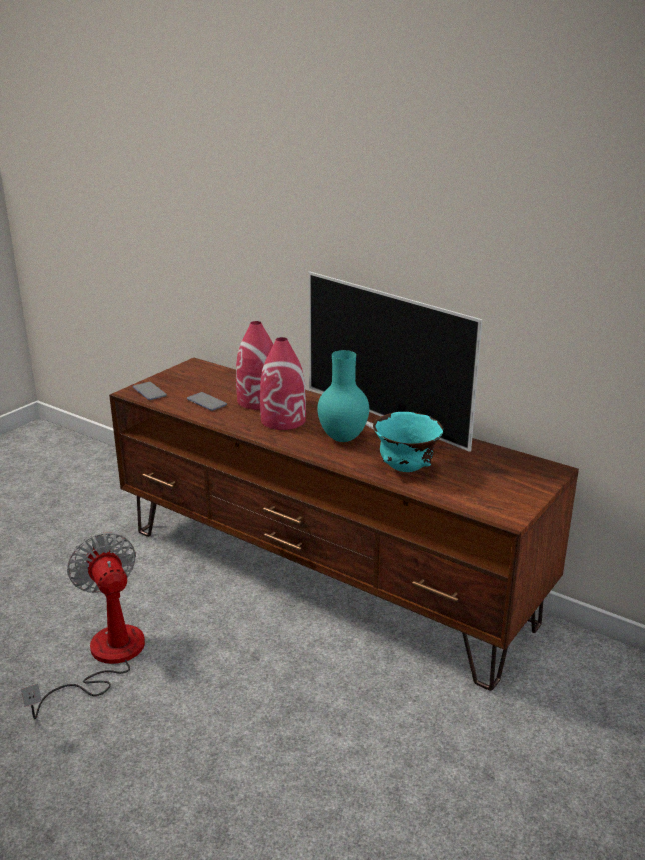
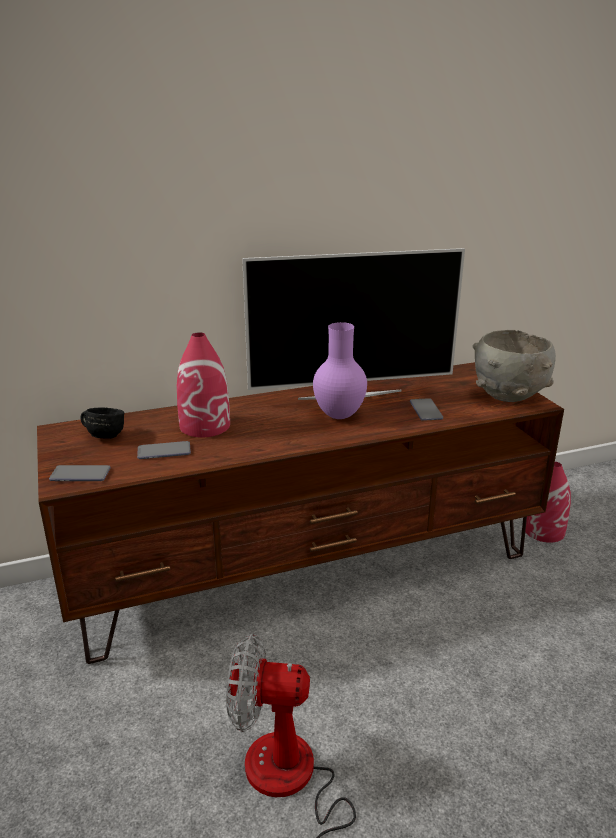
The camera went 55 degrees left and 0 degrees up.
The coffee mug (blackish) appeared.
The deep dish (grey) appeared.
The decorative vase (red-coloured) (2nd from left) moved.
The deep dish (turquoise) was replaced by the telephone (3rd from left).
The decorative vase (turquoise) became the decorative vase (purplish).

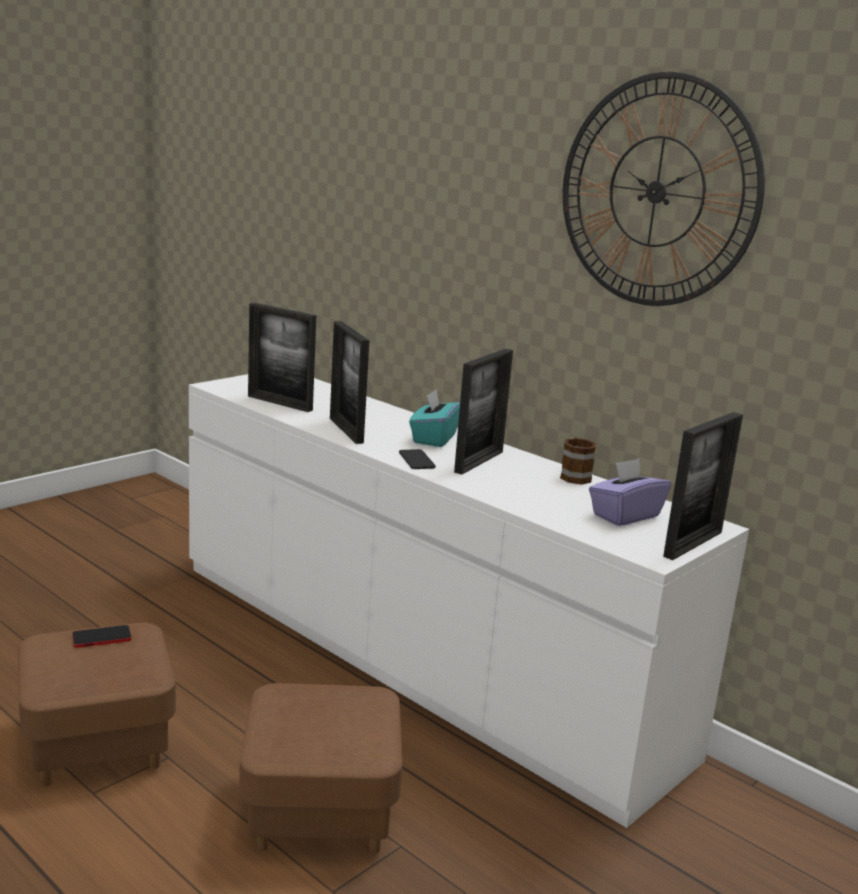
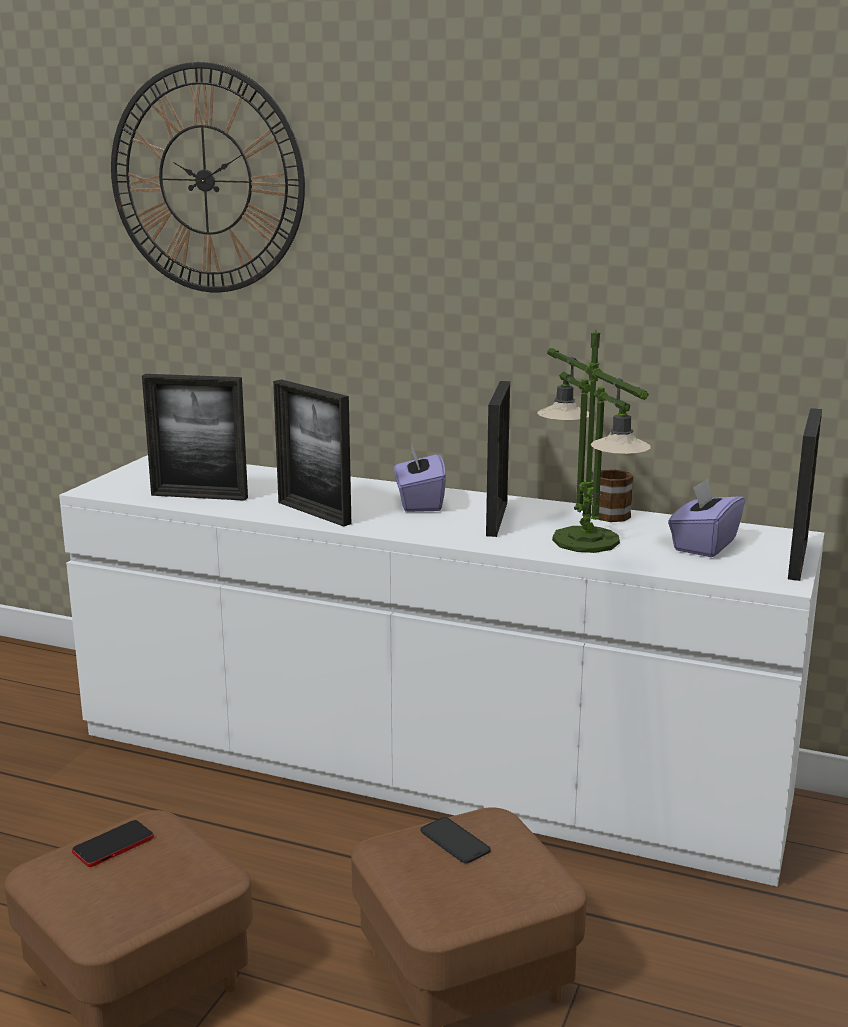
The camera went 20 degrees left and 0 degrees up.
The lamp for a table appeared.
The telephone (2nd from left) moved.
The wall clock moved.
The box of tissues (turquoise) became the box of tissues (purplish) (1st from left).

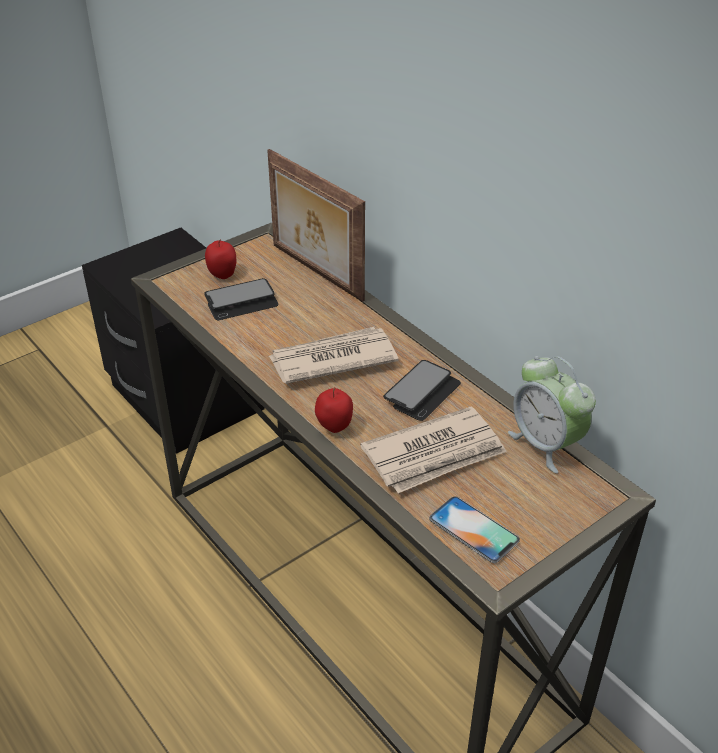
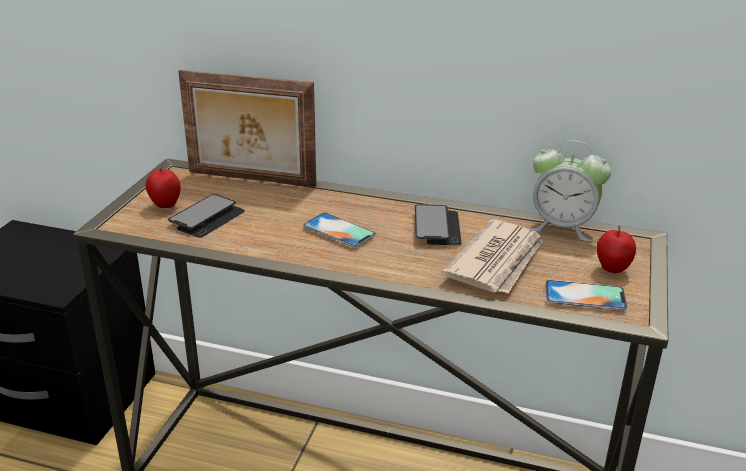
The camera went 35 degrees left and 10 degrees down.
The apple fruit (2nd from left) moved.
The newspaper (1st from left) was replaced by the telephone (2nd from left).

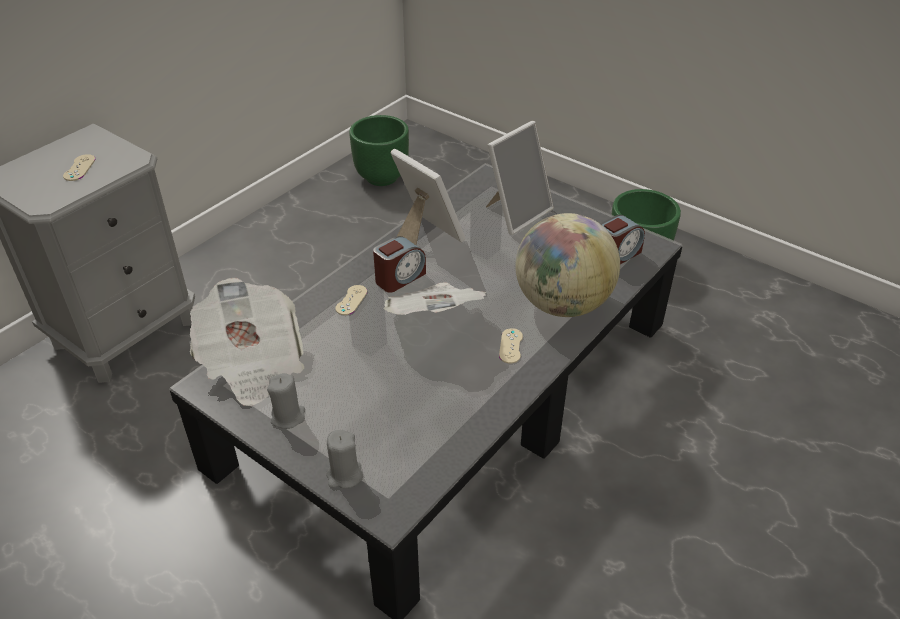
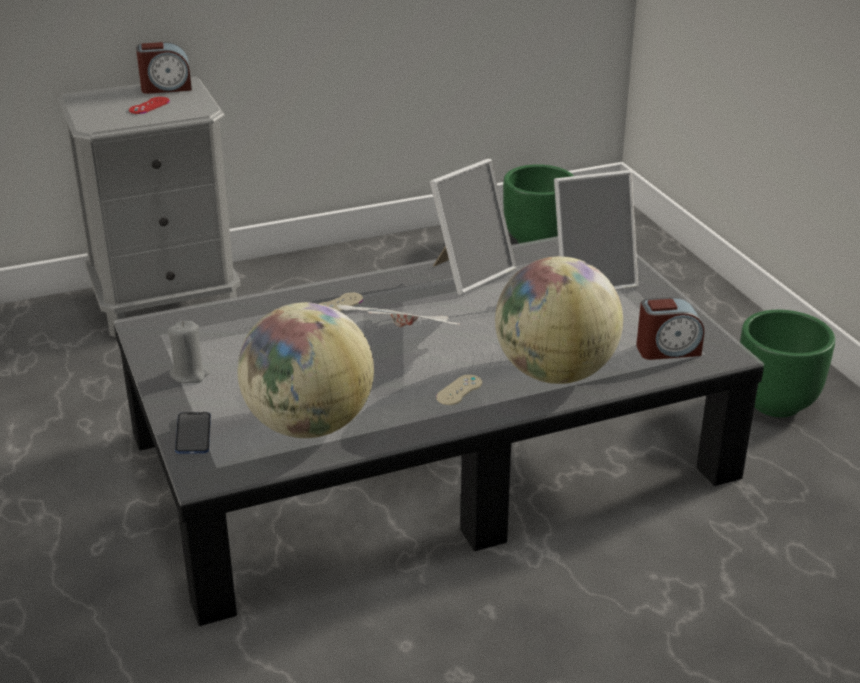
The camera went 30 degrees right and 10 degrees down.
The newspaper (1st from left) disappeared.
The globe (1st from left) appeared.
The alarm clock (1st from left) moved.
The wax candle (grey) (2nd from left) was replaced by the telephone.
The gamepad (beige-coloured) (1st from left) became the gamepad (red-coloured).
The picture frame (1st from left) turned 60 degrees clockwise.

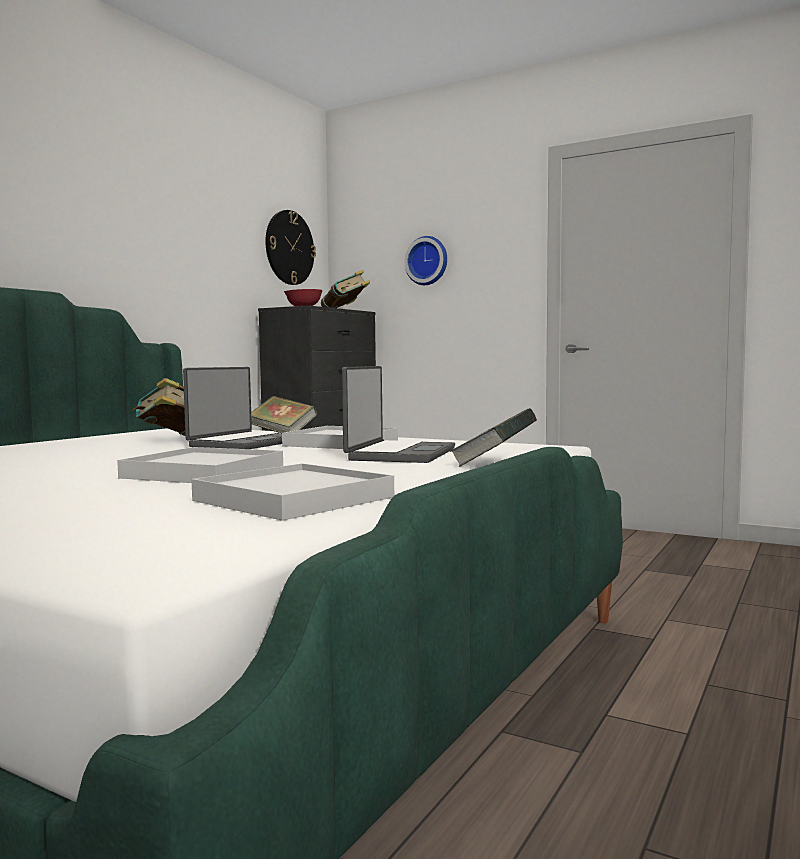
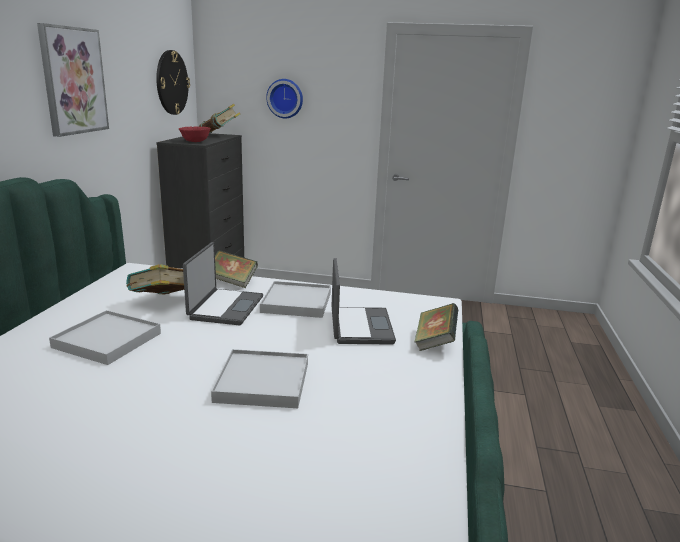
The camera went 20 degrees left and 15 degrees up.
The picture appeared.
The carrying tray (white-coloured) (2nd from left in the first image) moved.

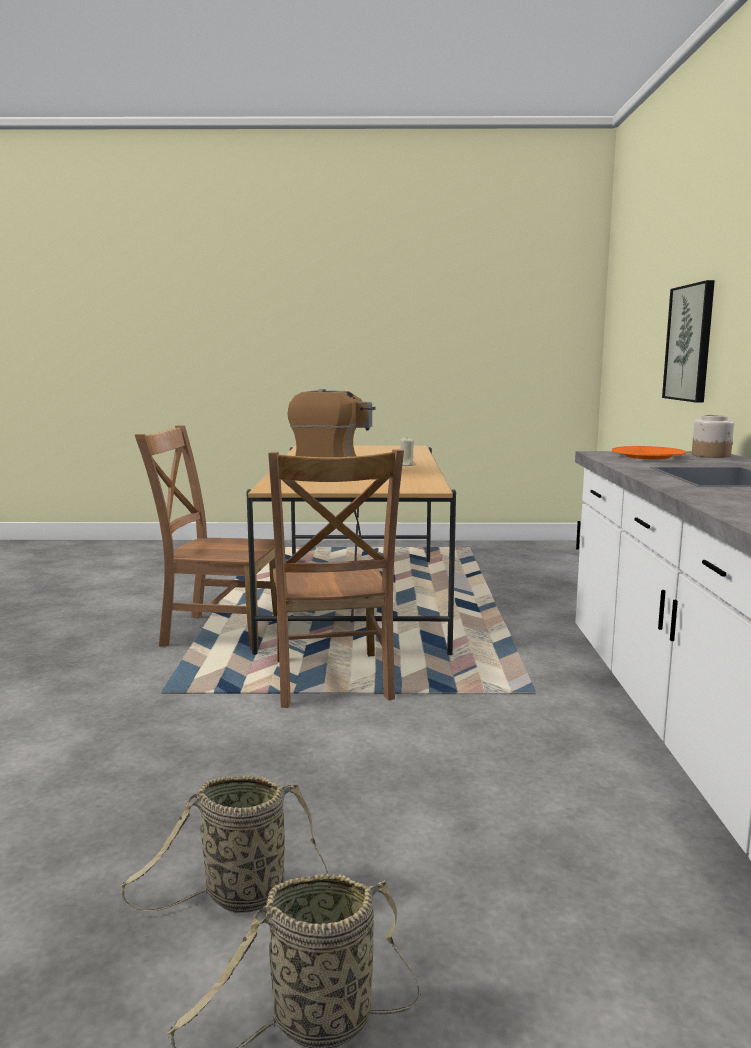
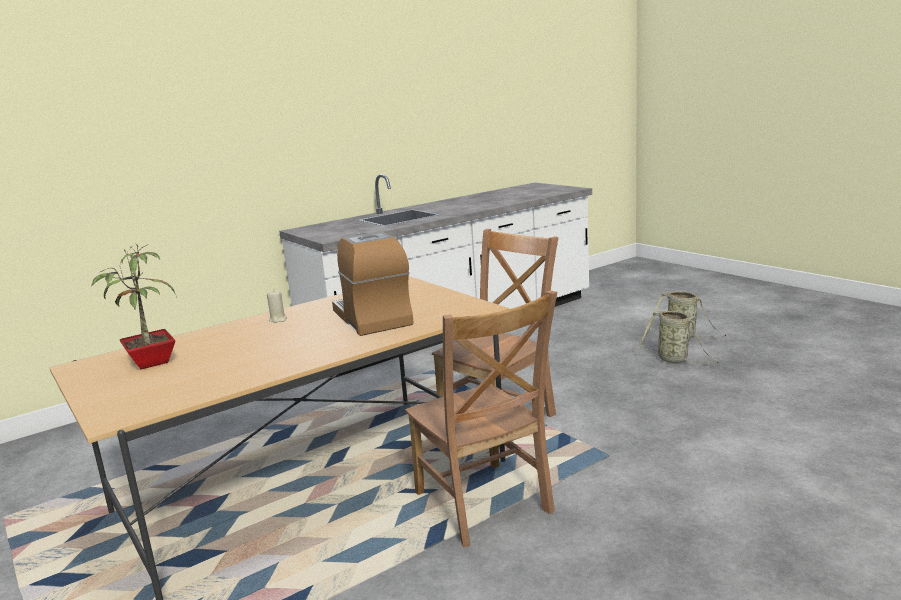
The camera went 125 degrees left and 5 degrees up.
The dinner plate (orangey) disappeared.
The picture disappeared.
The jar disappeared.
The plant in a pot appeared.

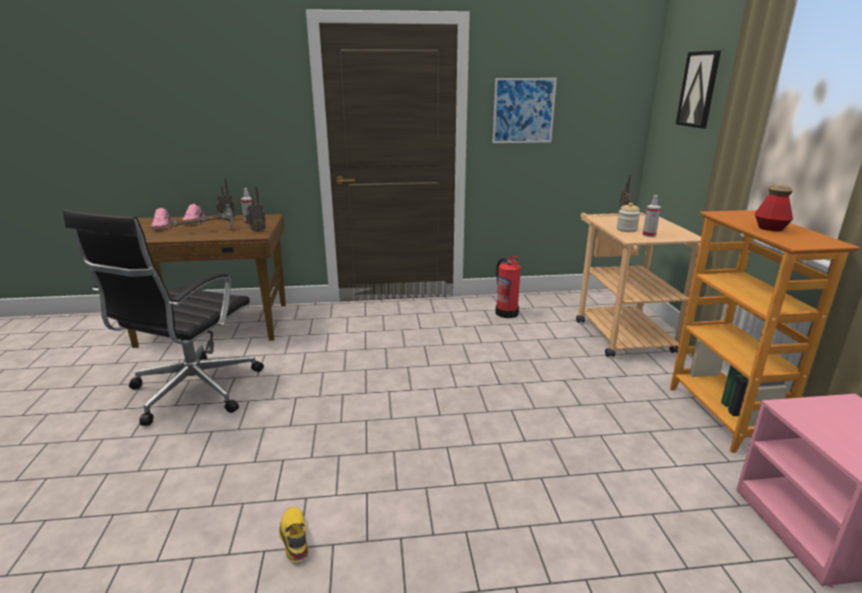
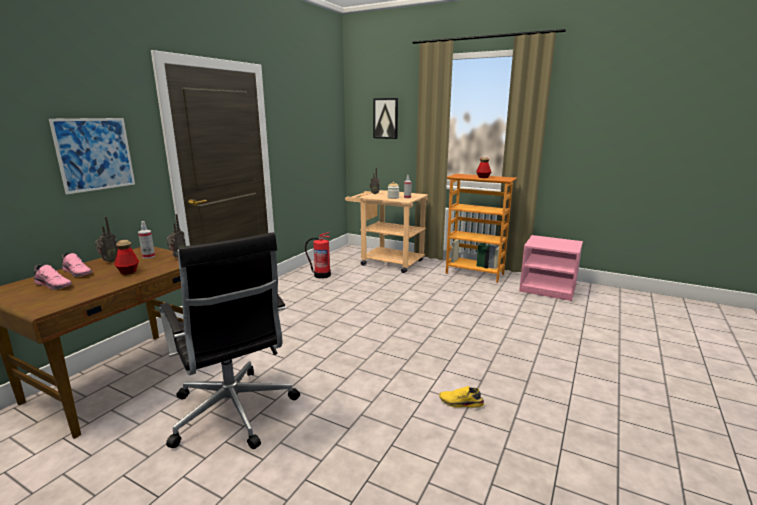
The camera went 55 degrees left and 5 degrees down.
The picture (1st from left) moved.
The hand hammer was replaced by the beverage bottle (1st from left).

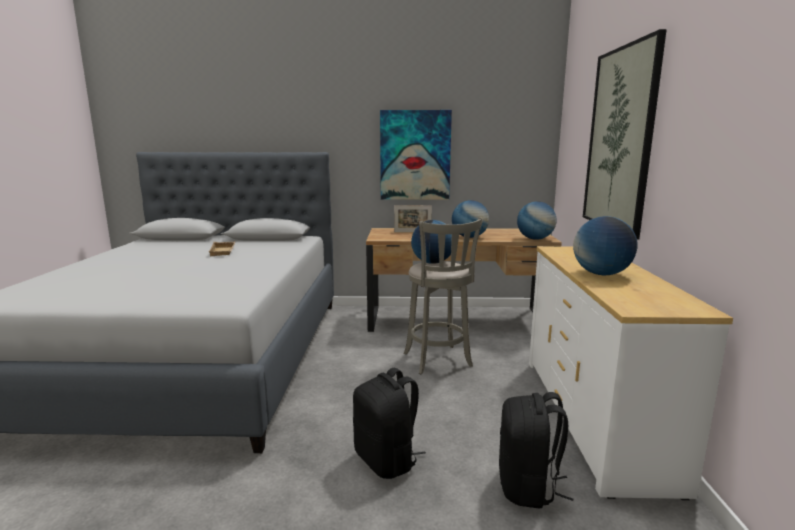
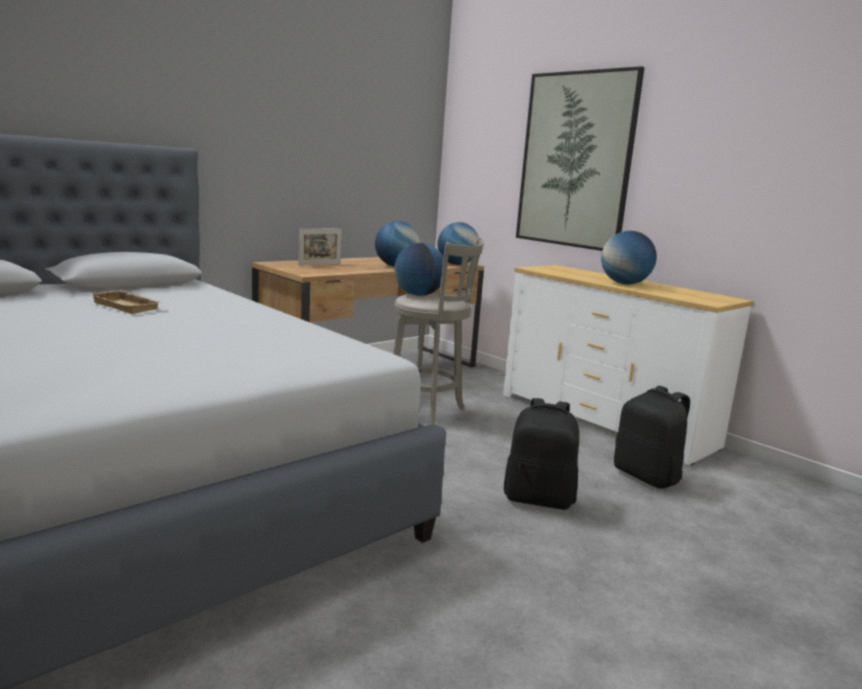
The camera went 45 degrees left and 0 degrees up.
The picture (1st from left) disappeared.

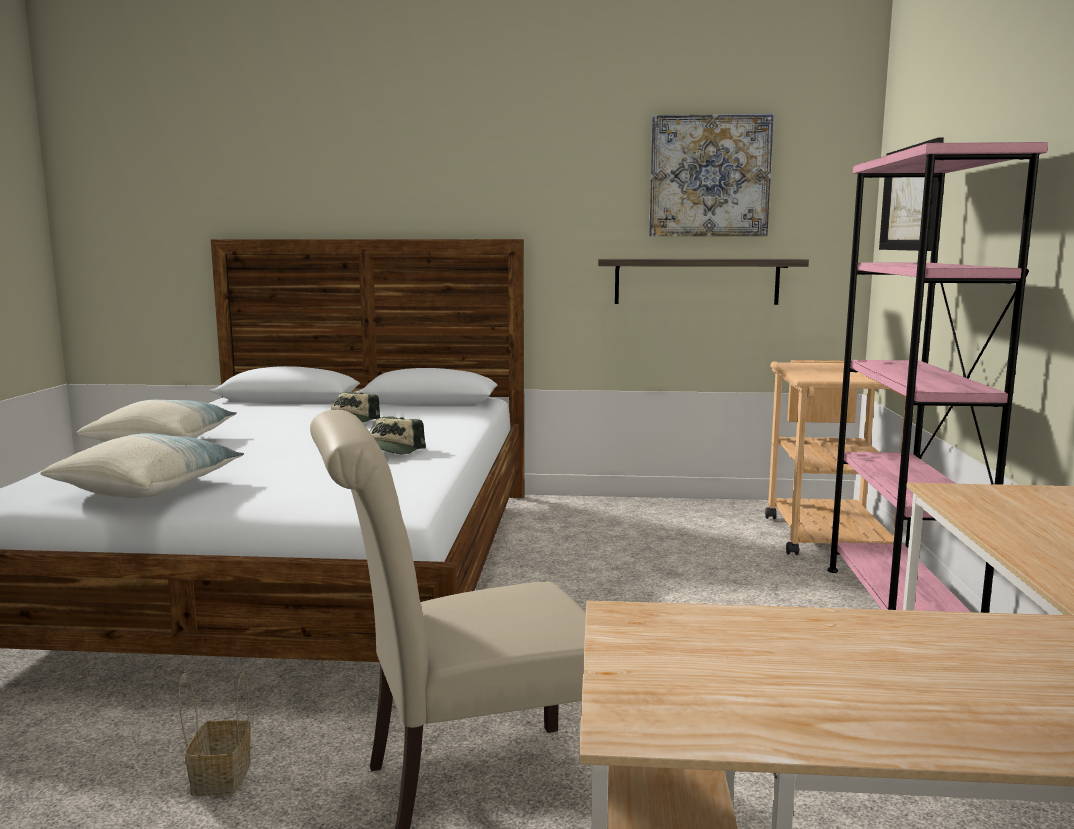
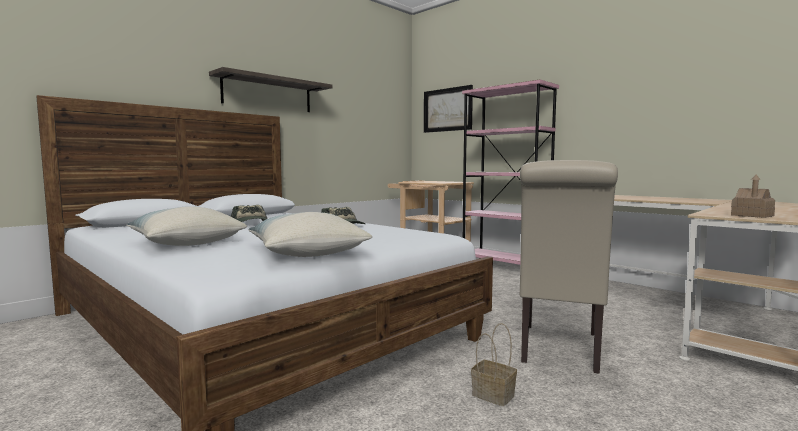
The camera went 50 degrees left and 5 degrees down.
The picture (1st from left) disappeared.
The miniature house appeared.
The shelf moved.

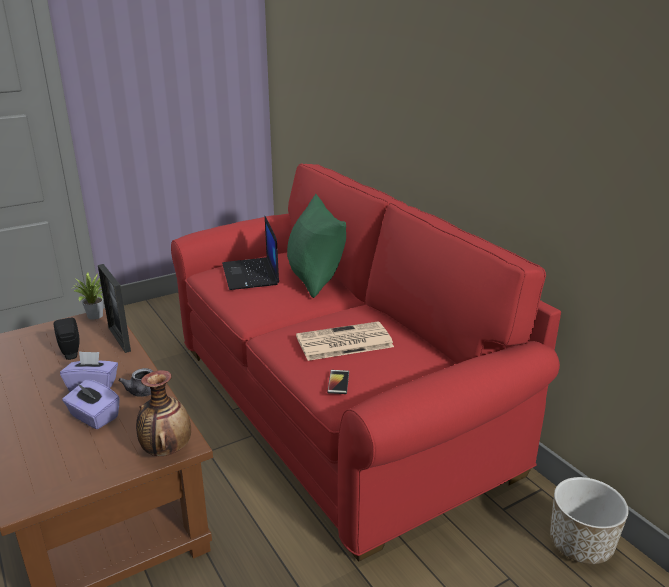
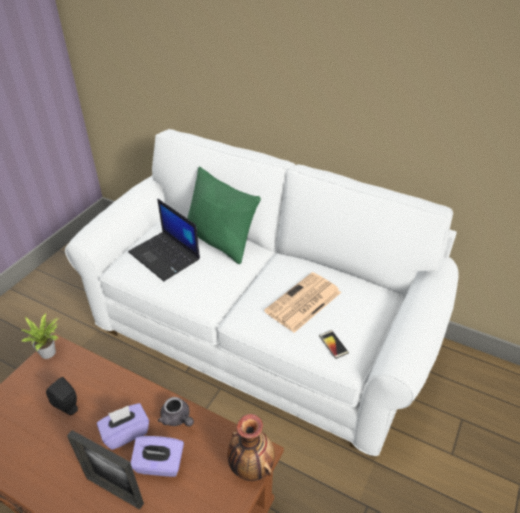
The camera went 30 degrees left and 15 degrees up.
The planter disappeared.
The picture frame moved.
The couch (red-coloured) became the couch (white-coloured).

